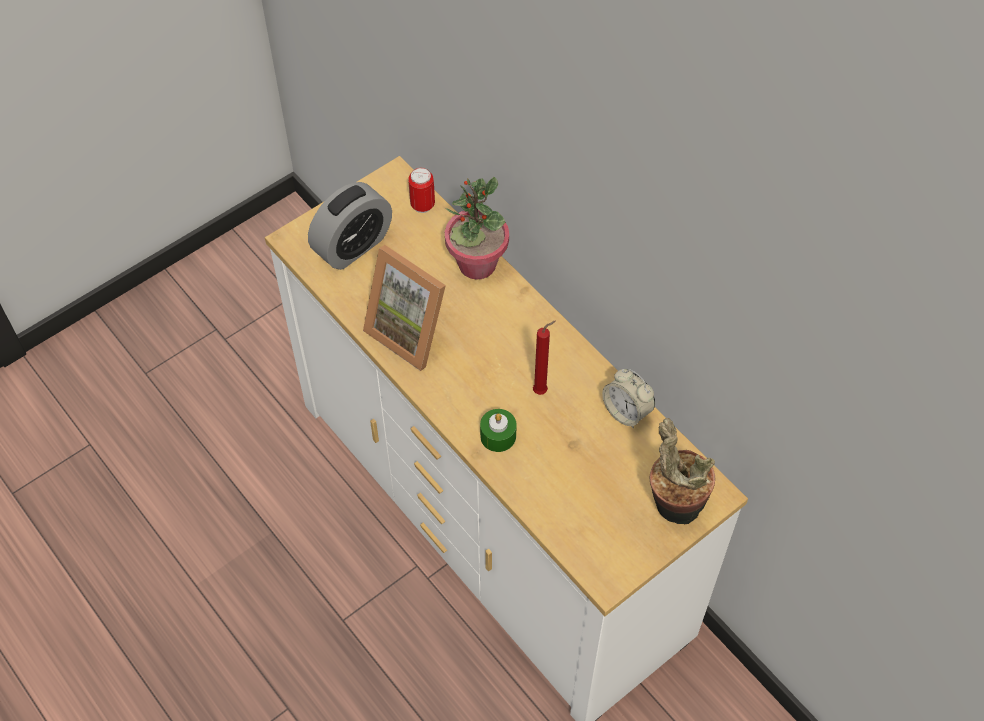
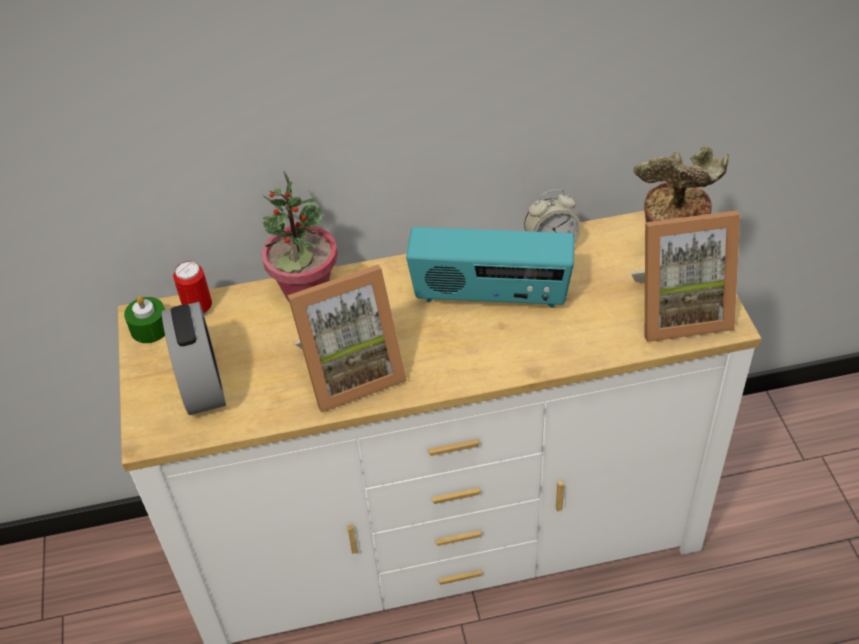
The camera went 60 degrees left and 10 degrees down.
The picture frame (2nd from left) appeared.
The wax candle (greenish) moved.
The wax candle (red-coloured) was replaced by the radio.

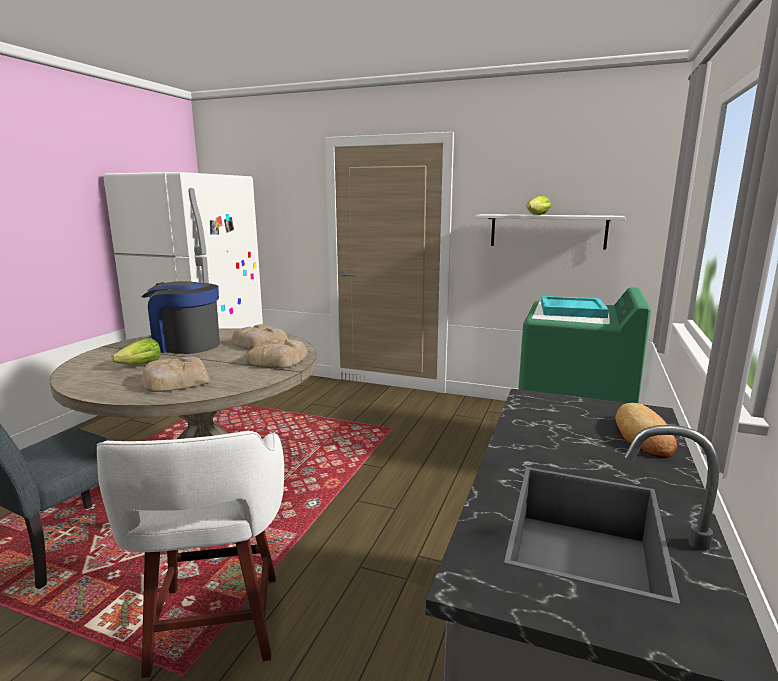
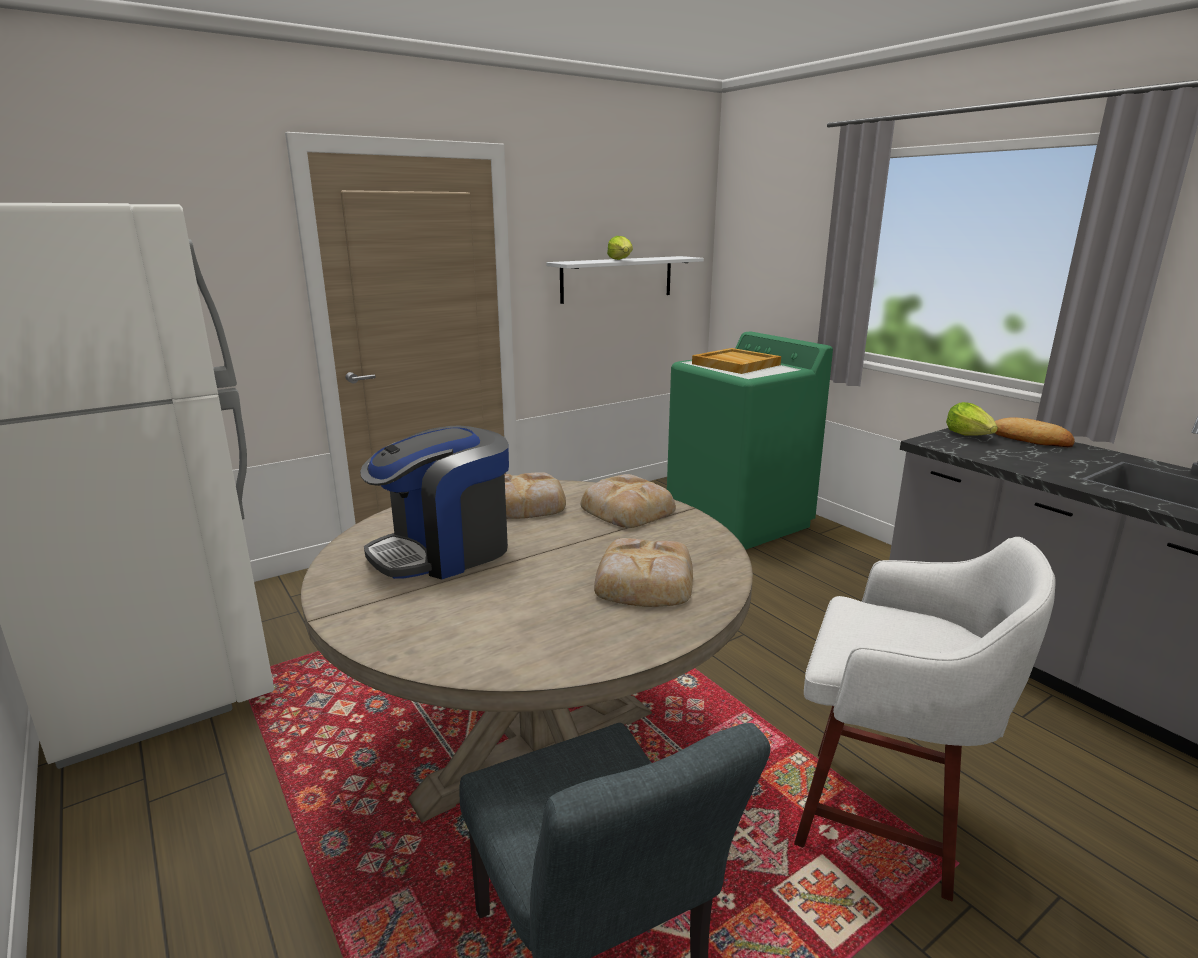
The camera went 55 degrees left and 5 degrees up.
The lettuce (1st from left in the first image) moved.
The carrying tray (turquoise) became the carrying tray (beige-coloured).

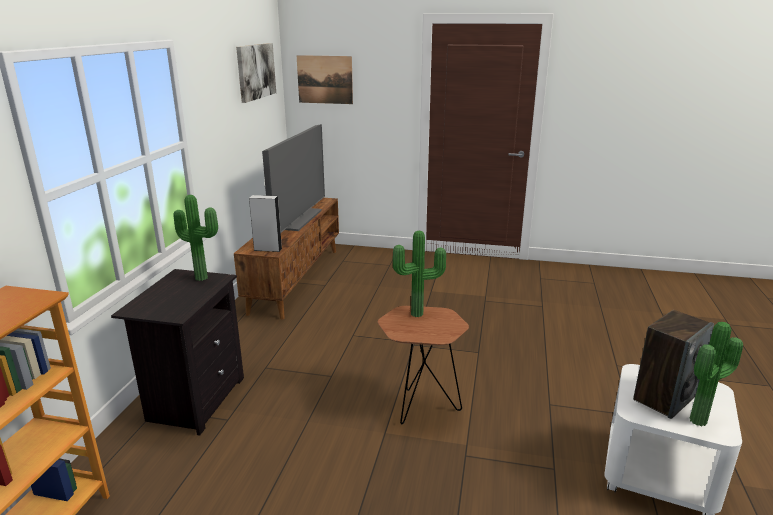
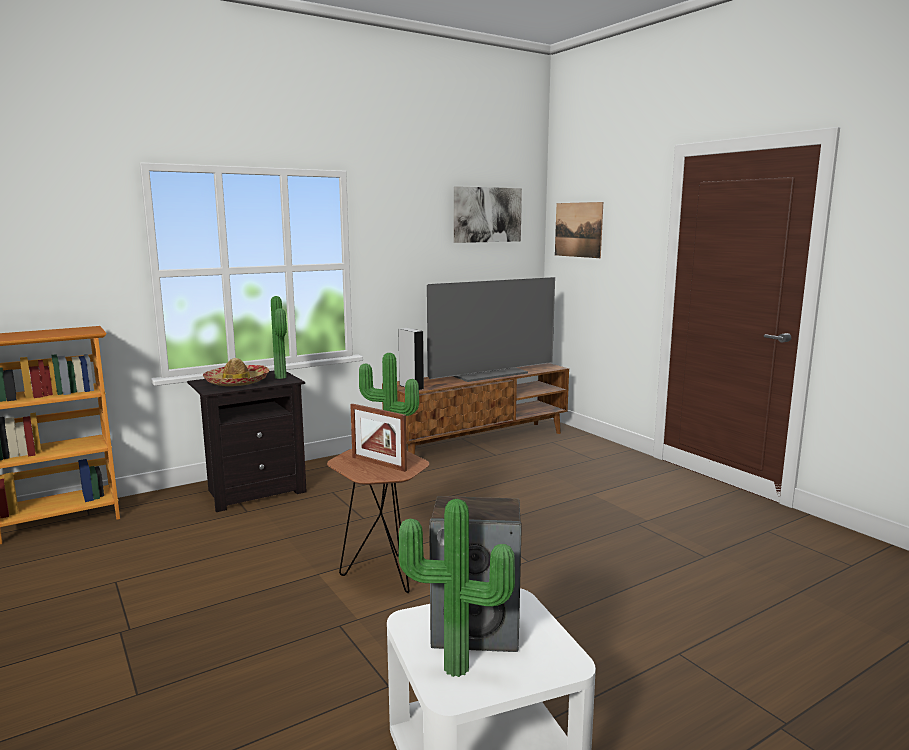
The camera went 45 degrees right and 10 degrees down.
The clothing hat appeared.
The picture frame appeared.

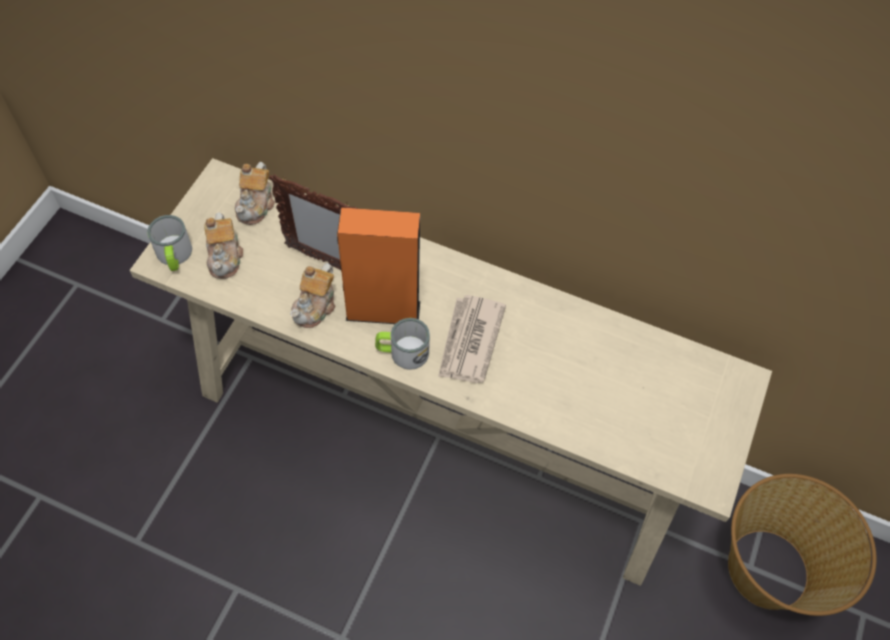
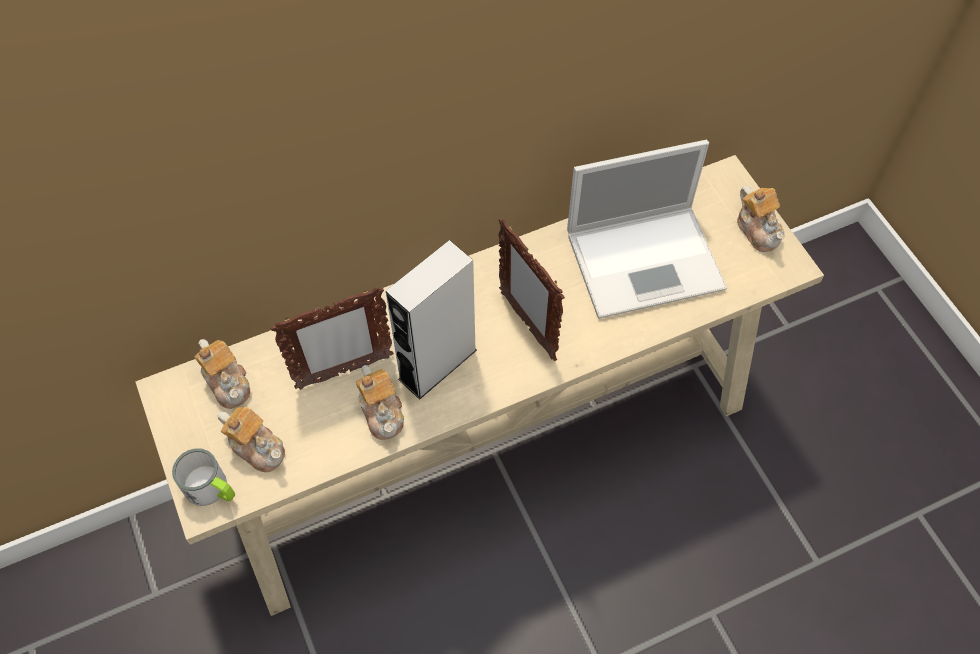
The camera went 45 degrees left and 0 degrees up.
The coffee mug (2nd from left) disappeared.
The storage basket disappeared.
The laptop appeared.
The pot for tea (4th from left) appeared.
The newspaper was replaced by the picture frame (2nd from left).
The audio speaker (orangey) became the audio speaker (grey).

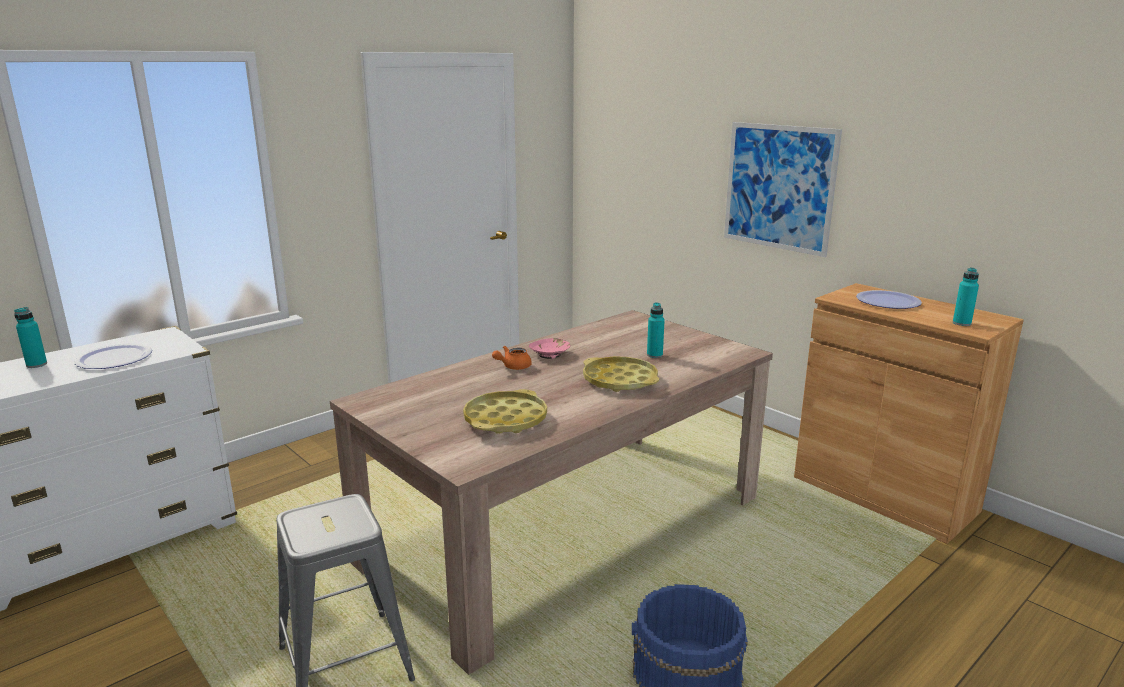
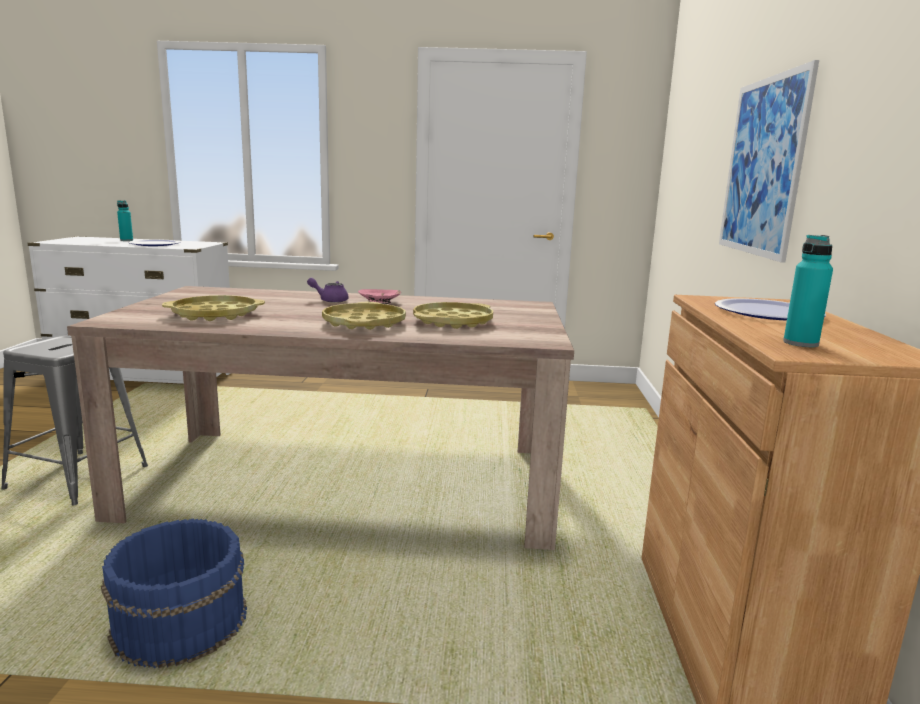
The camera went 45 degrees right and 5 degrees down.
The beverage bottle (turquoise) (2nd from left) was replaced by the carrying tray (yellow-coloured) (3rd from left).
The pot for tea (orangey) became the pot for tea (purplish).

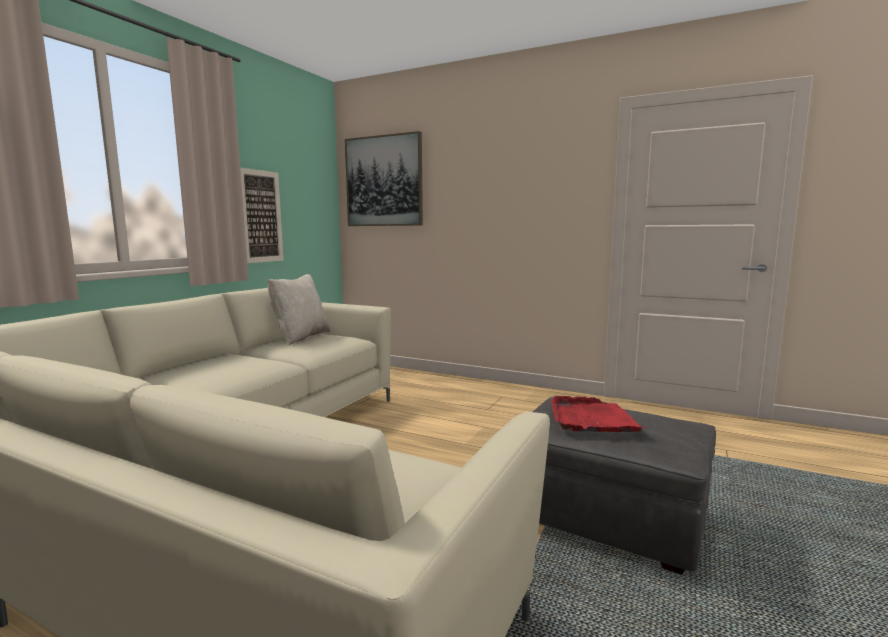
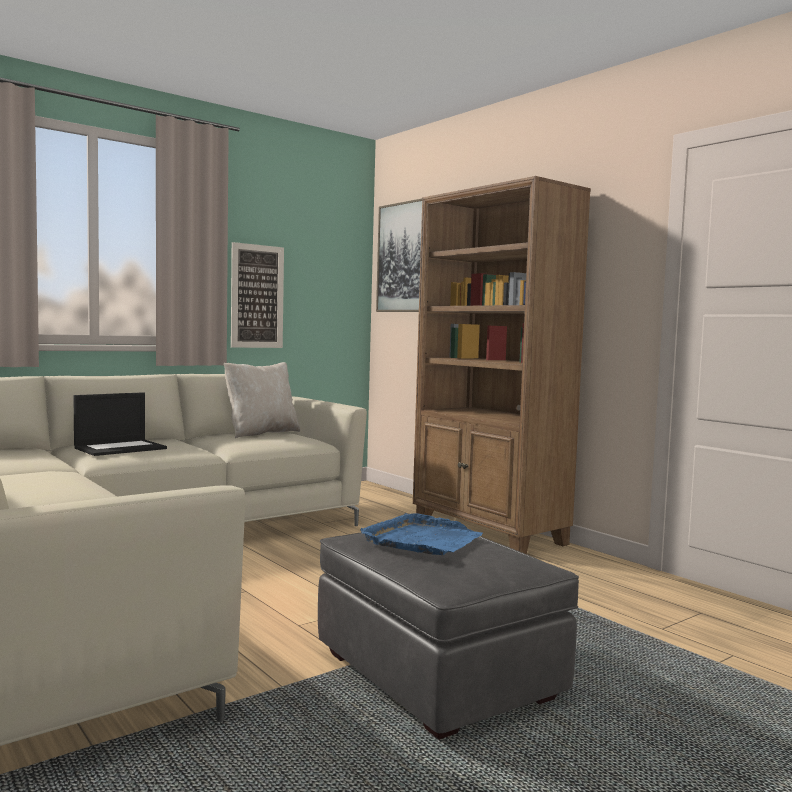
The camera went 25 degrees right and 5 degrees down.
The laptop appeared.
The bookshelf (brown) appeared.
The carrying tray (red-coloured) became the carrying tray (blue).

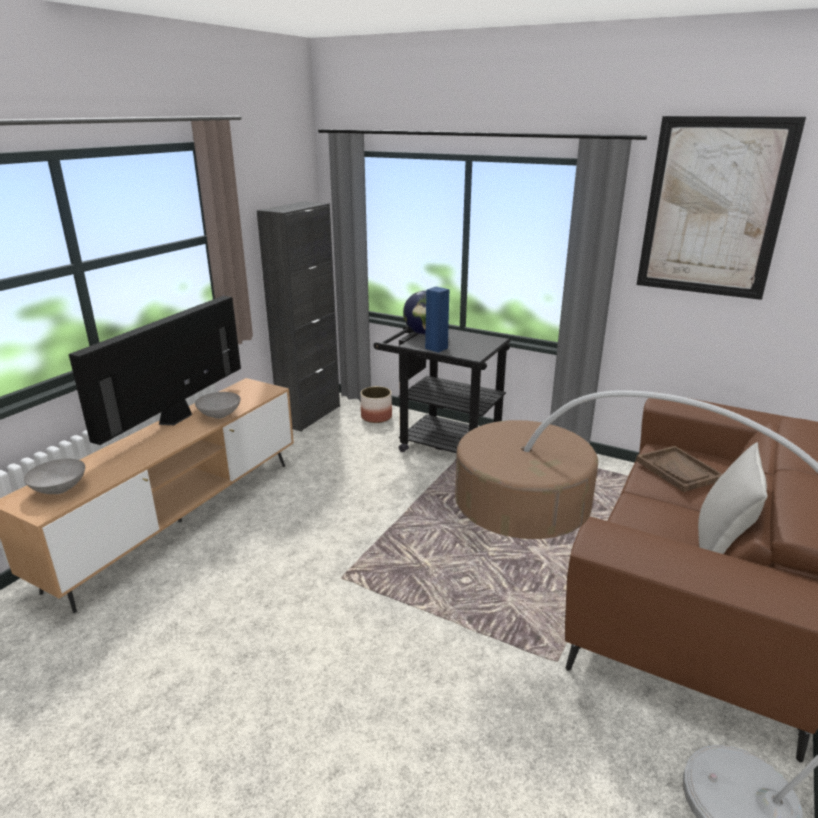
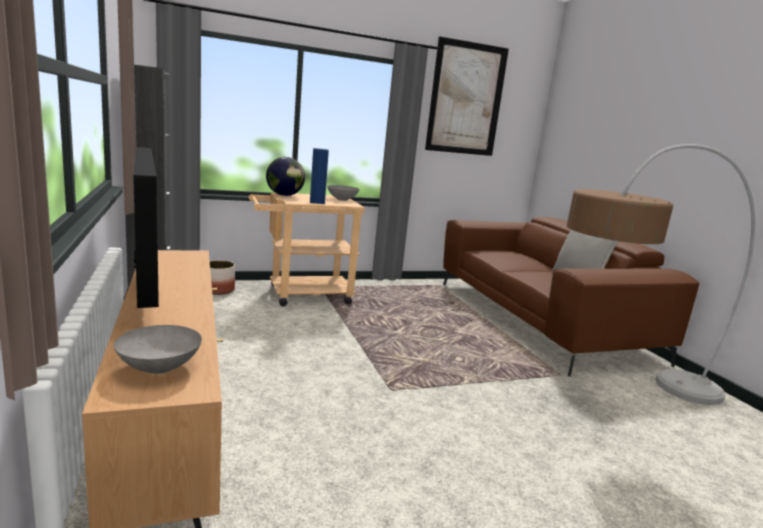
The camera went 50 degrees left and 10 degrees down.
The carrying tray (brown) disappeared.
The deep dish (grey) (2nd from left) moved.
The wheeled cart (blackish) became the wheeled cart (beige-coloured).

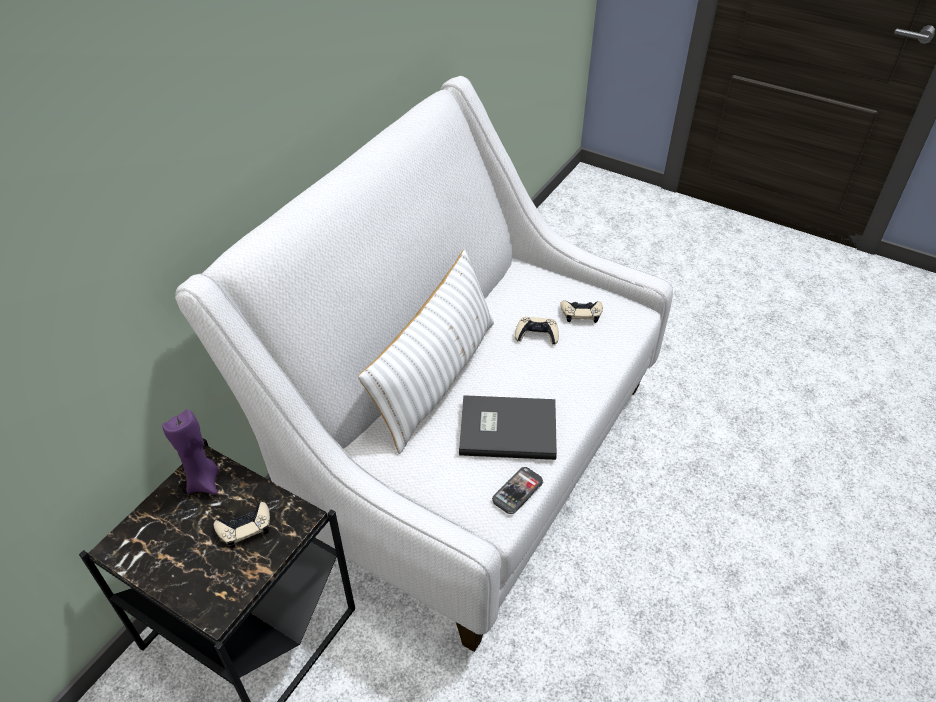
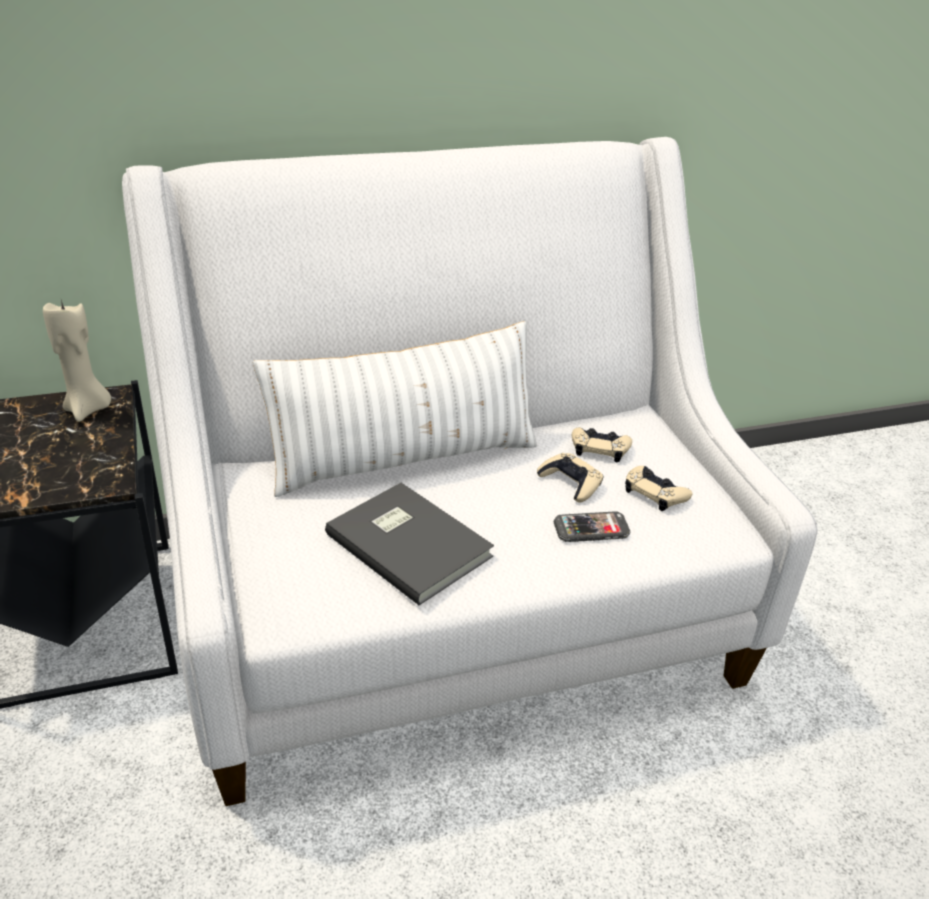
The camera went 40 degrees right and 10 degrees down.
The gamepad (beige-coloured) (1st from left in the first image) moved.
The telephone moved.
The wax candle (purplish) became the wax candle (beige-coloured).

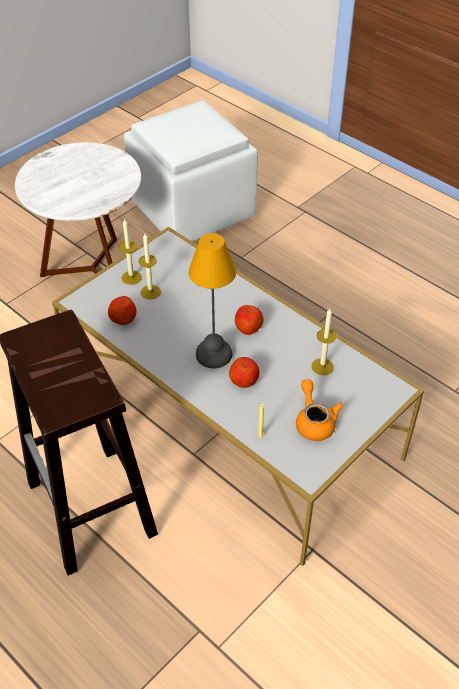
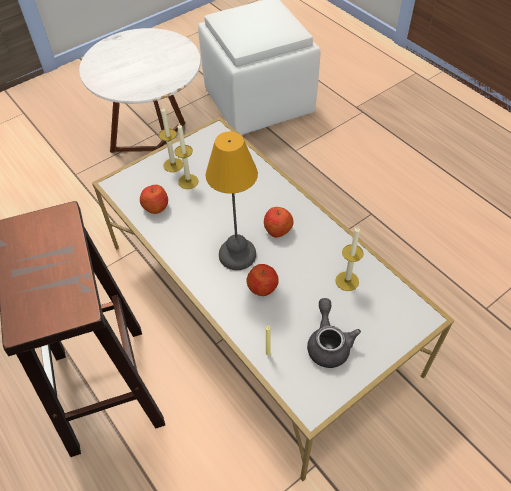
The camera went 10 degrees right and 5 degrees up.
The pot for tea (orangey) became the pot for tea (grey).

